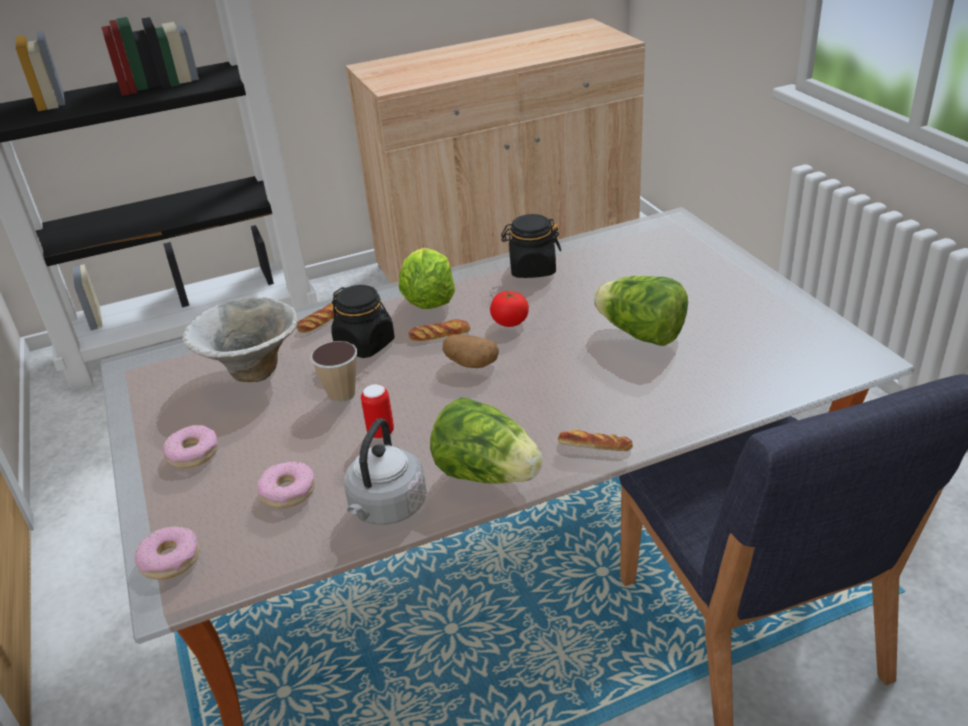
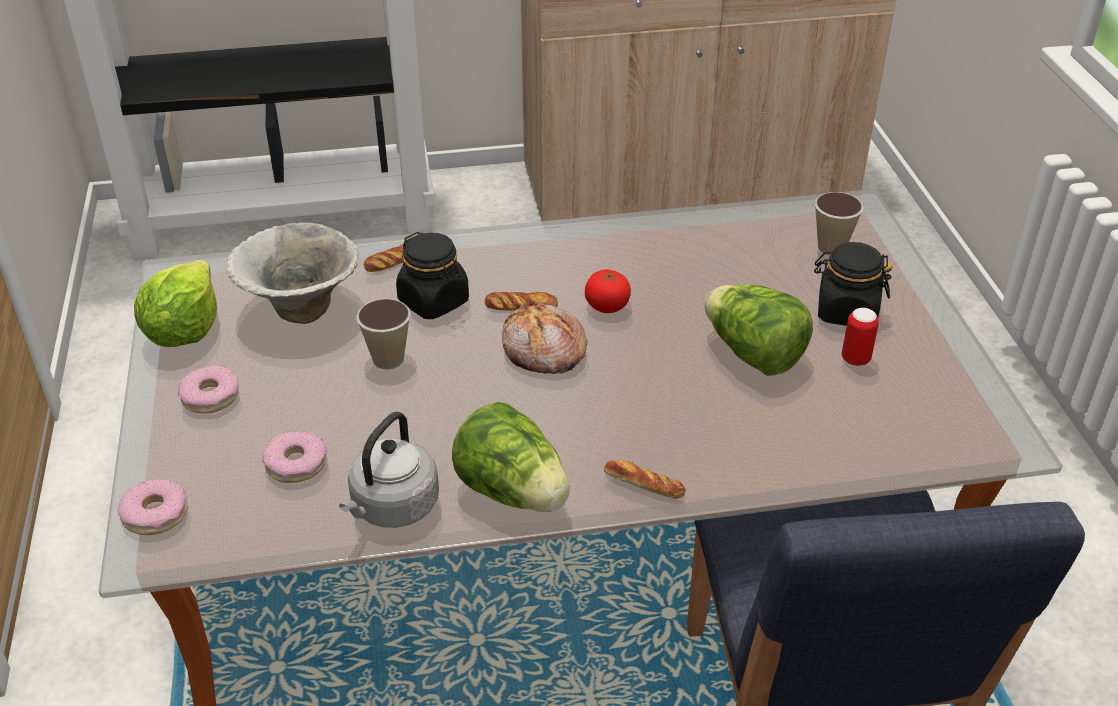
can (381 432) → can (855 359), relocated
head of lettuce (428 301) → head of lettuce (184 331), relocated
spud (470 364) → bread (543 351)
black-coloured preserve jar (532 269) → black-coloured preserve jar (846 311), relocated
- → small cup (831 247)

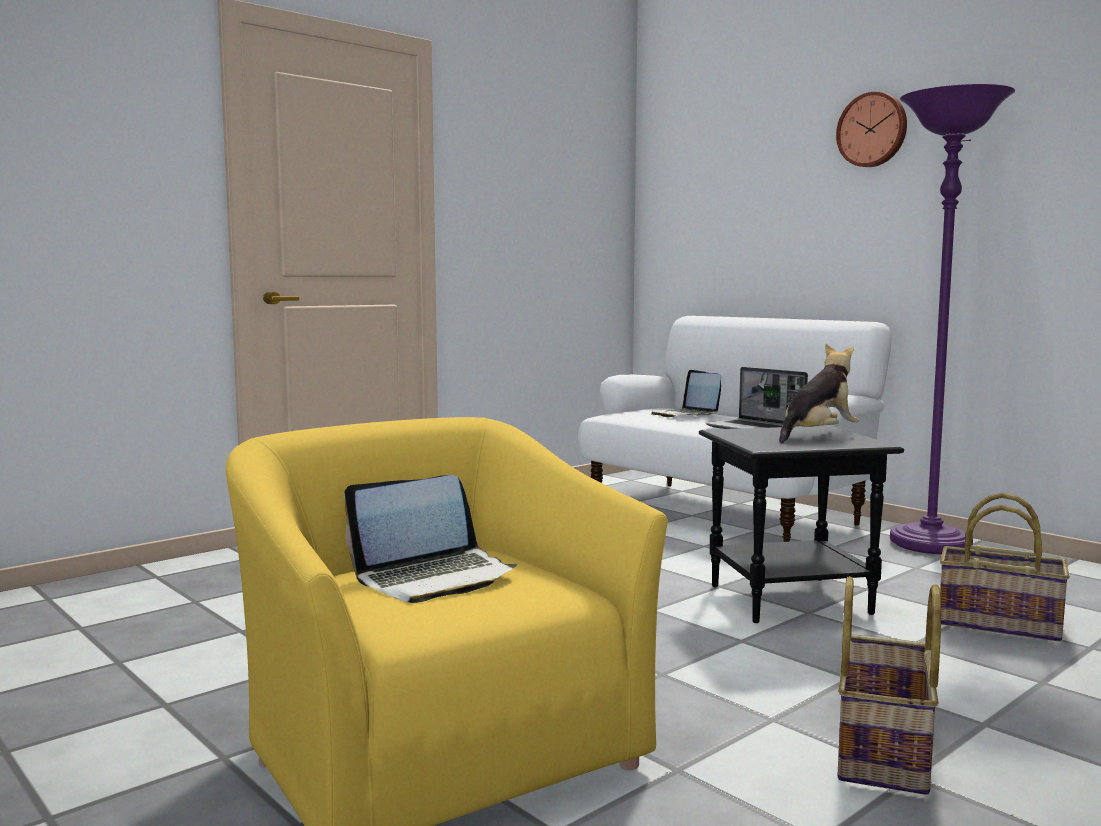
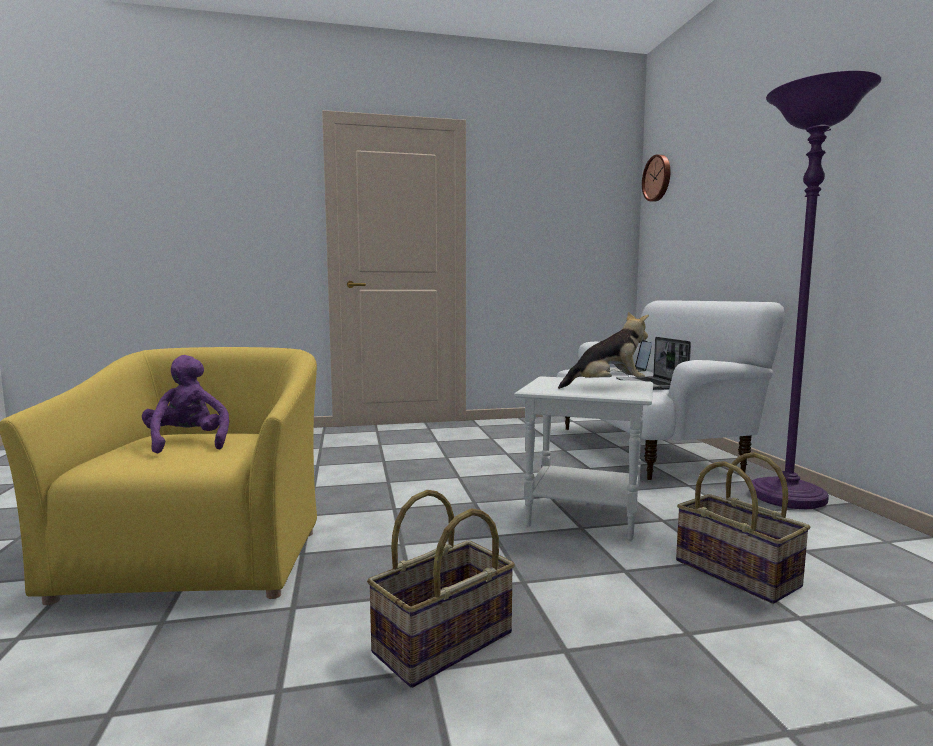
portable computer (434 577) → purplish soft toy (188 443)
black-coloured accent table (787 600) → white-coloured accent table (582 515)
clock on the wall (873 130) → clock on the wall (658 178), relocated

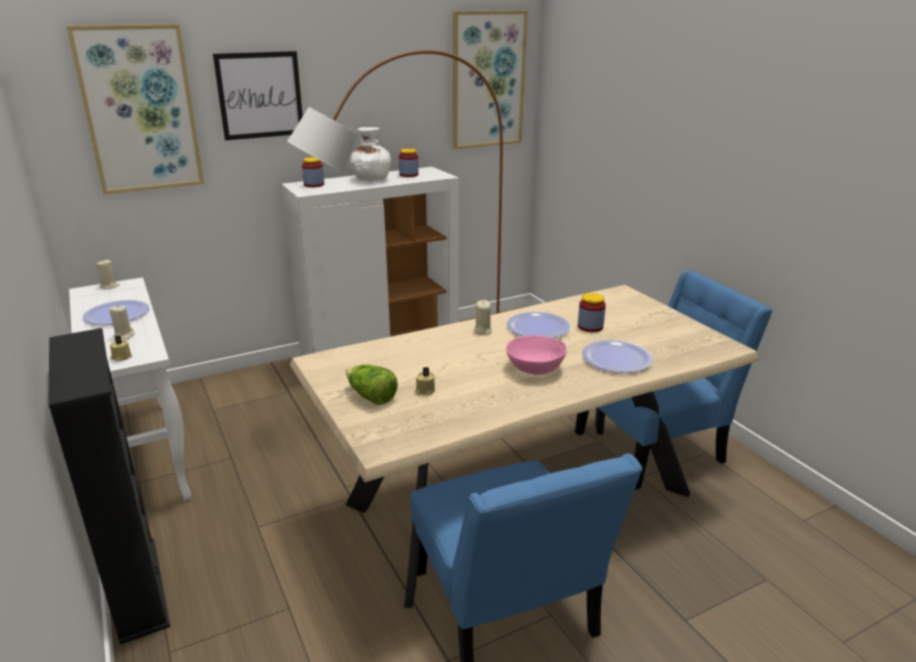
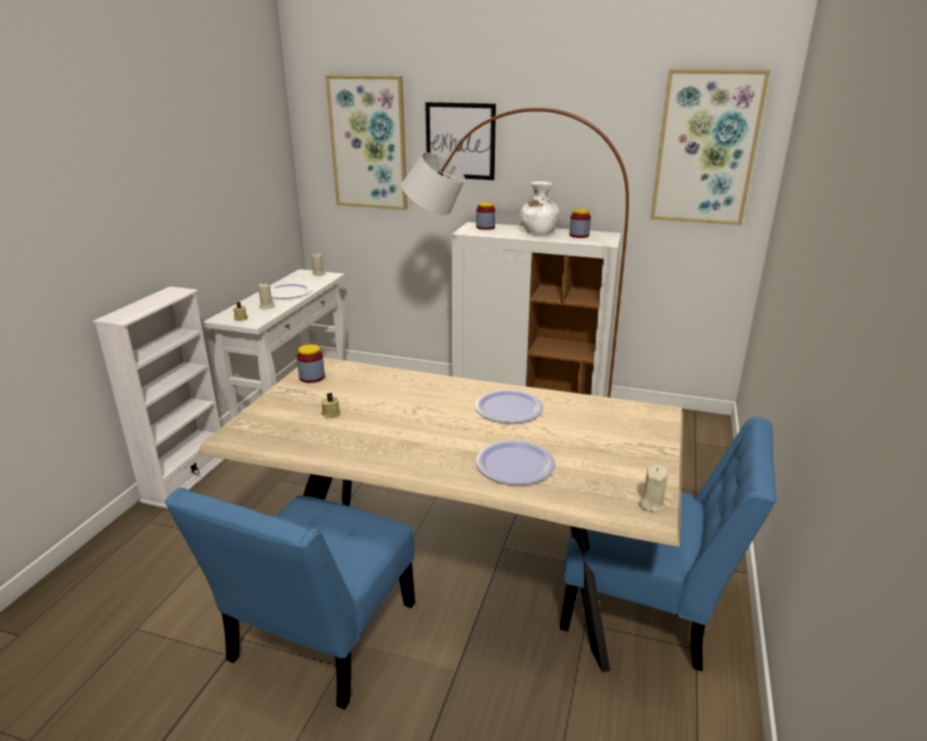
black-coloured bookcase (138 588) → white-coloured bookcase (186 478)
head of lettuce (371 396) → -
beige-coloured wax light (482 331) → beige-coloured wax light (651 504), relocated
pink bowl (534 368) → -
preserve jar (590 327) → preserve jar (312 377), relocated

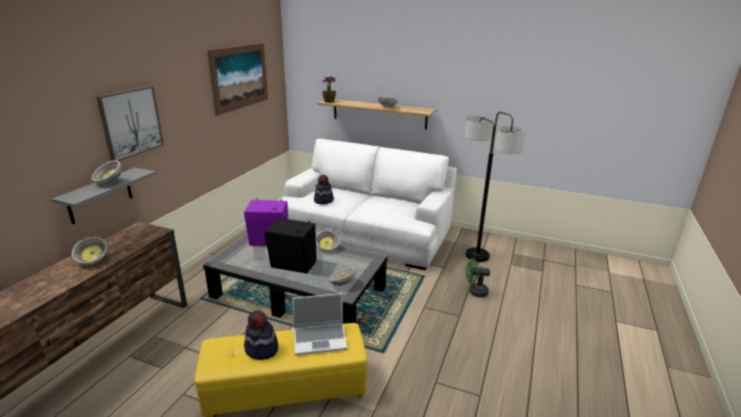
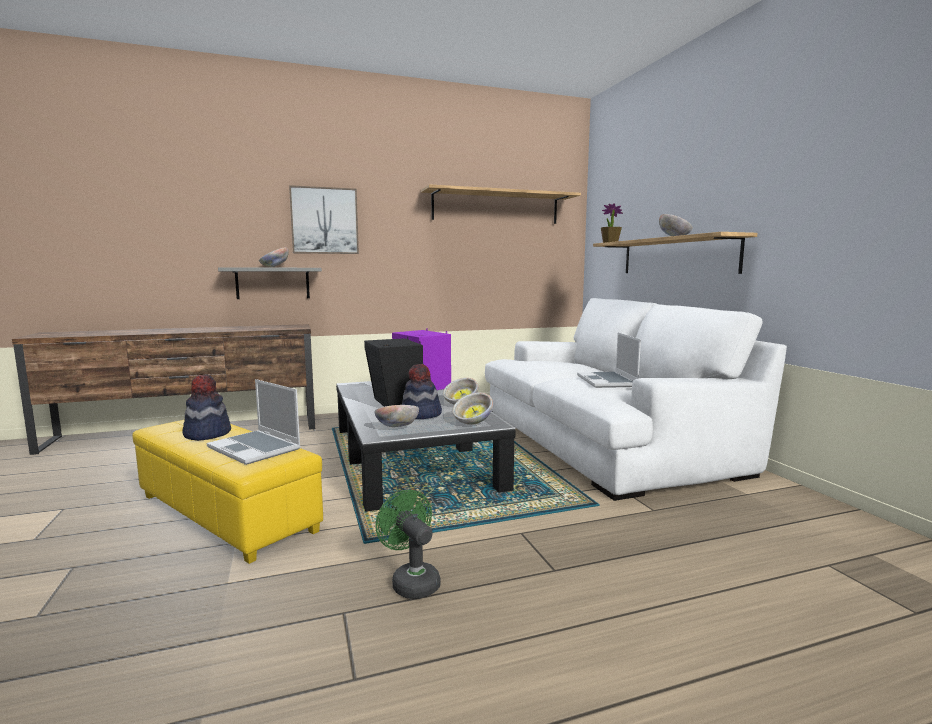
bowl (93 261) → bowl (473 422), relocated
wall picture (240 77) → bracket shelf (496 207)
hat (324 200) → hat (421 415), relocated
standing lamp (477 255) → -
greenish electric fan (475 292) → greenish electric fan (411 581), relocated
- → portable computer (608 381)

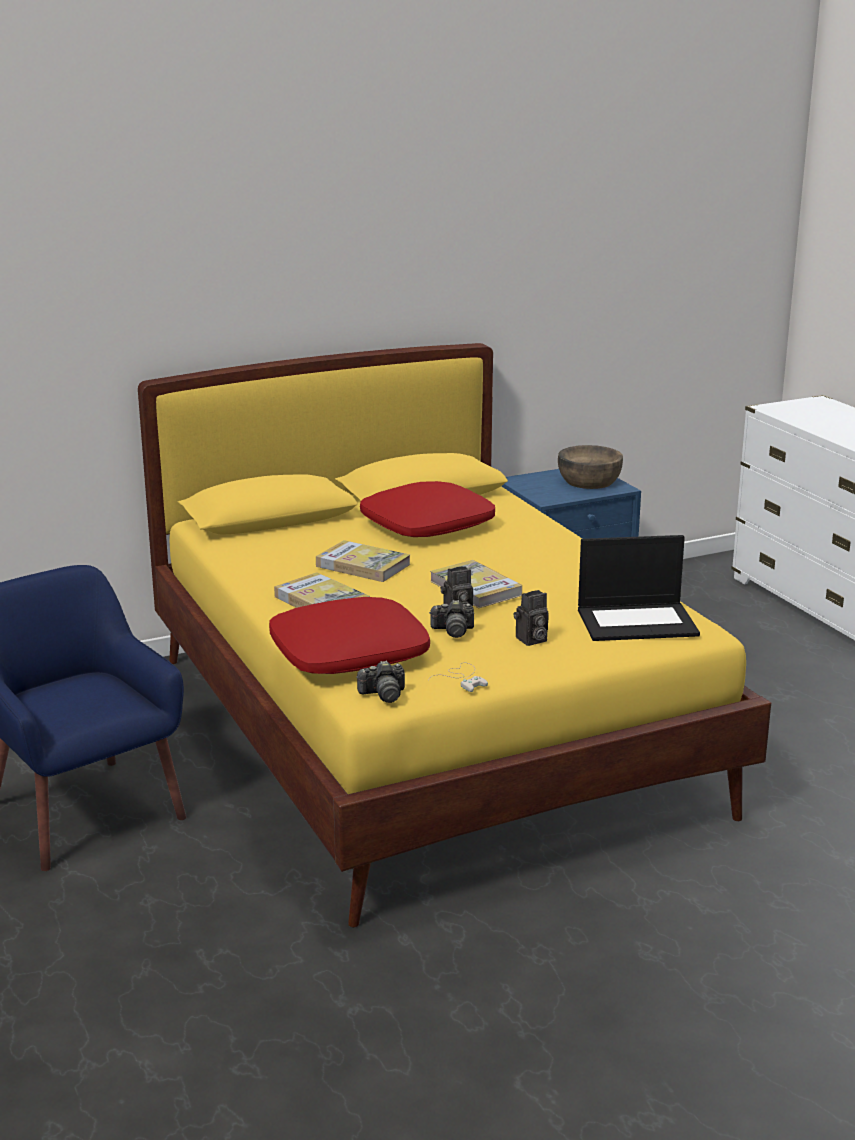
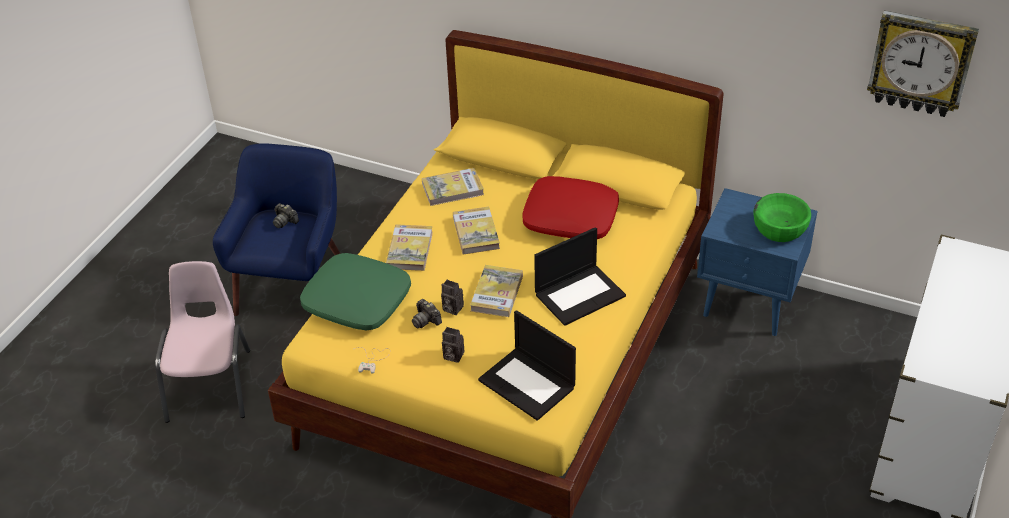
red throw pillow (349 653) → greenish throw pillow (358 301)
still camera (383 694) → still camera (285 221), relocated
brown bowl (589 481) → greenish bowl (779 229)
- → pink plain chair (210 385)
- → bound book (452 189)
- → portable computer (580 294)
- → clock on the wall (921 63)

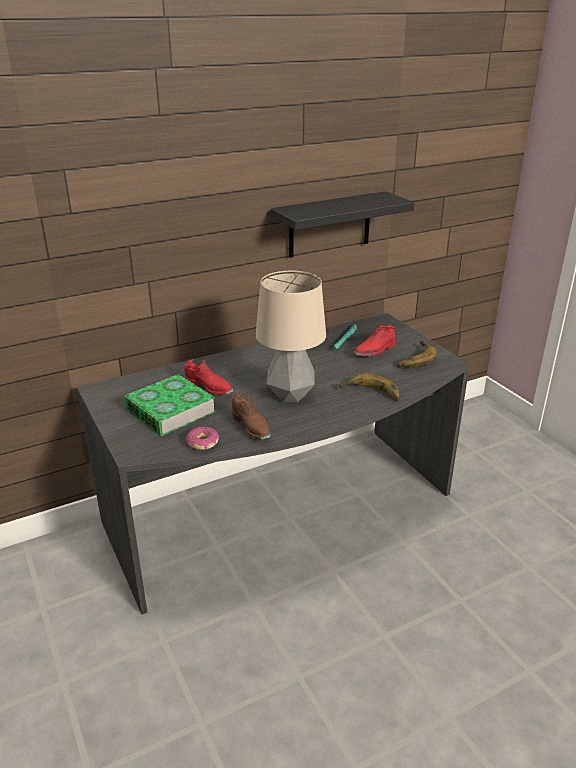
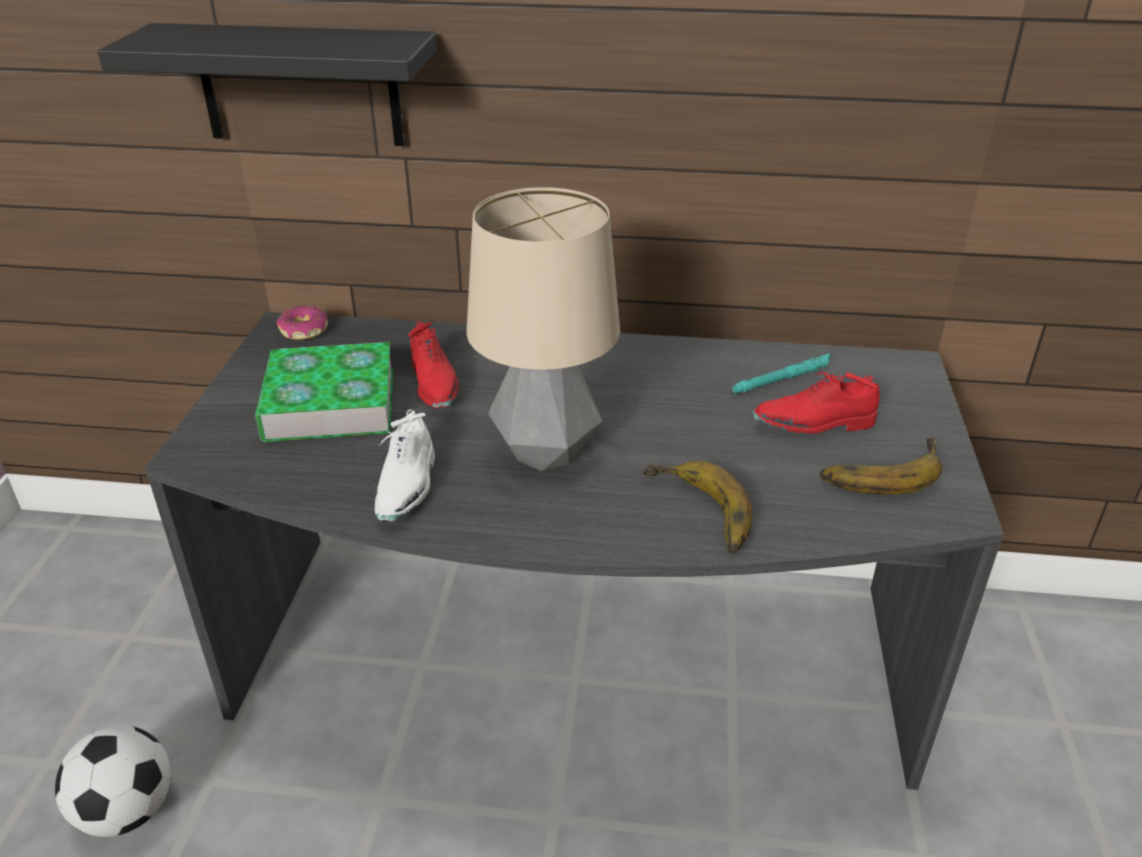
ring doughnut (203 443) → ring doughnut (304 331), relocated
brown shoe (251 427) → white-coloured shoe (407 487)
black-coloured bracket shelf (329 225) → black-coloured bracket shelf (300 85), relocated
- → football (127 810)

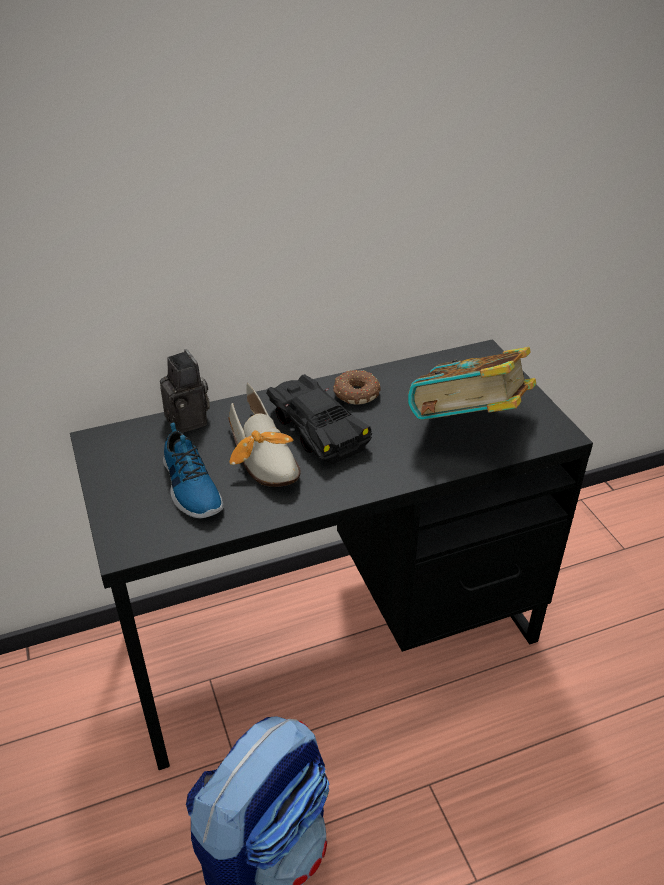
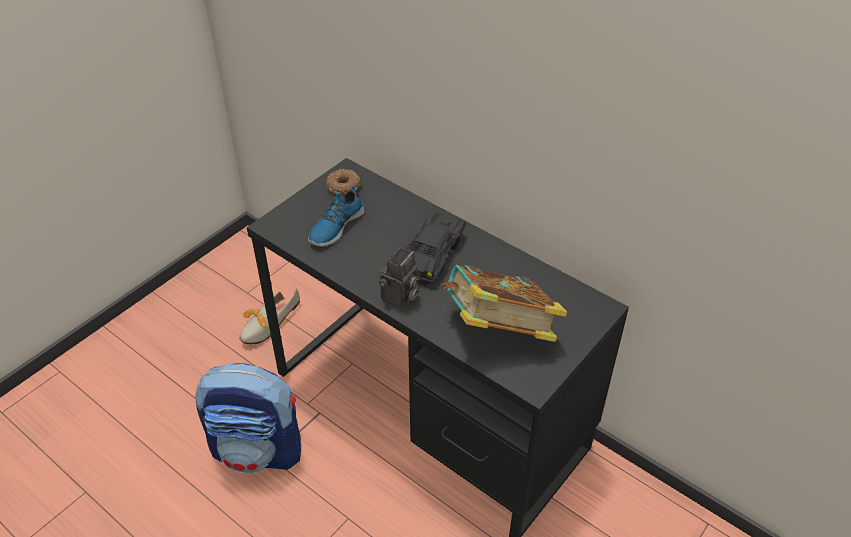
still camera (190 421) → still camera (400 298), relocated
shoe (265 458) → shoe (266 325), relocated
ring doughnut (355 394) → ring doughnut (343 186), relocated

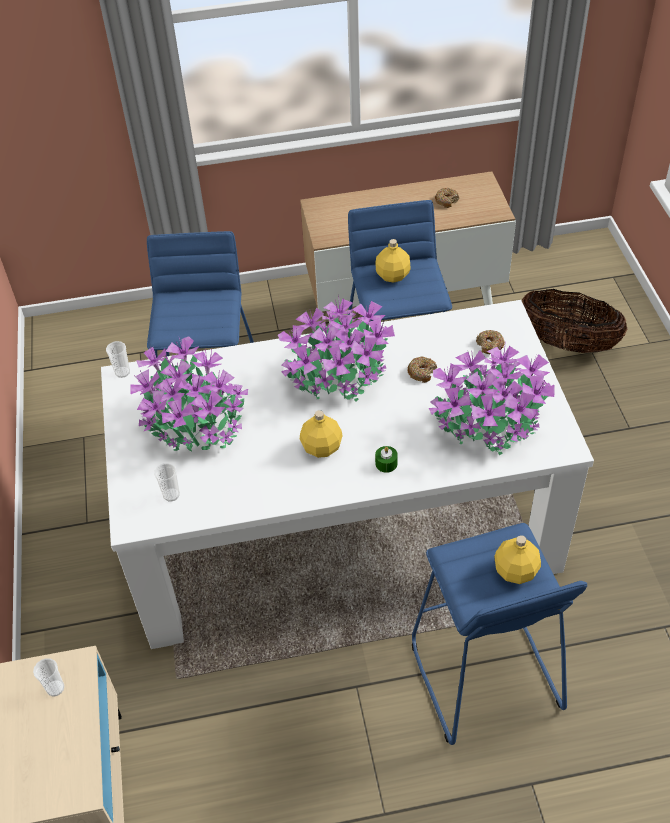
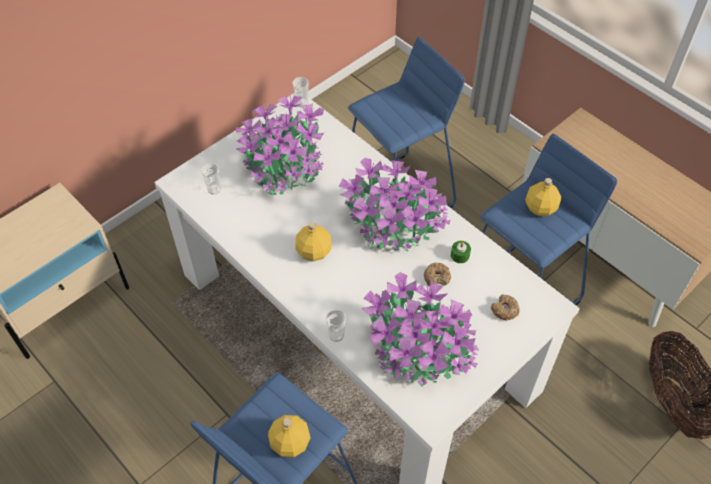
small cup (55 688) → small cup (336 335), relocated
greenish wax light (386 463) → greenish wax light (460 255), relocated
ring doughnut (446 200) → -

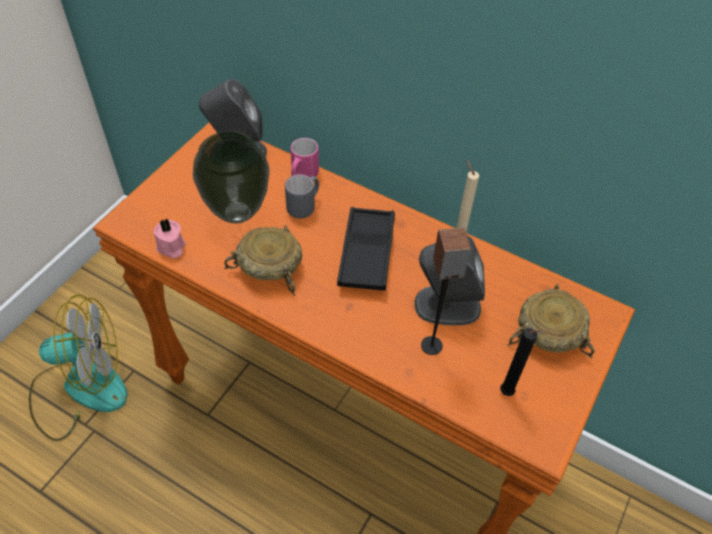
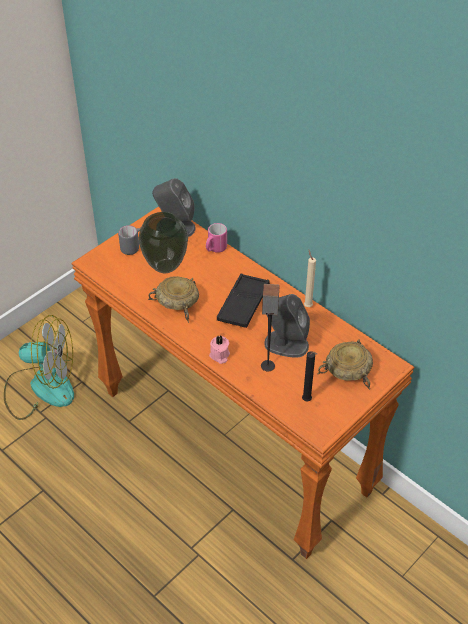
pink wax light (171 248) → pink wax light (219 356), relocated
greyish coffee mug (304 206) → greyish coffee mug (133 248), relocated

